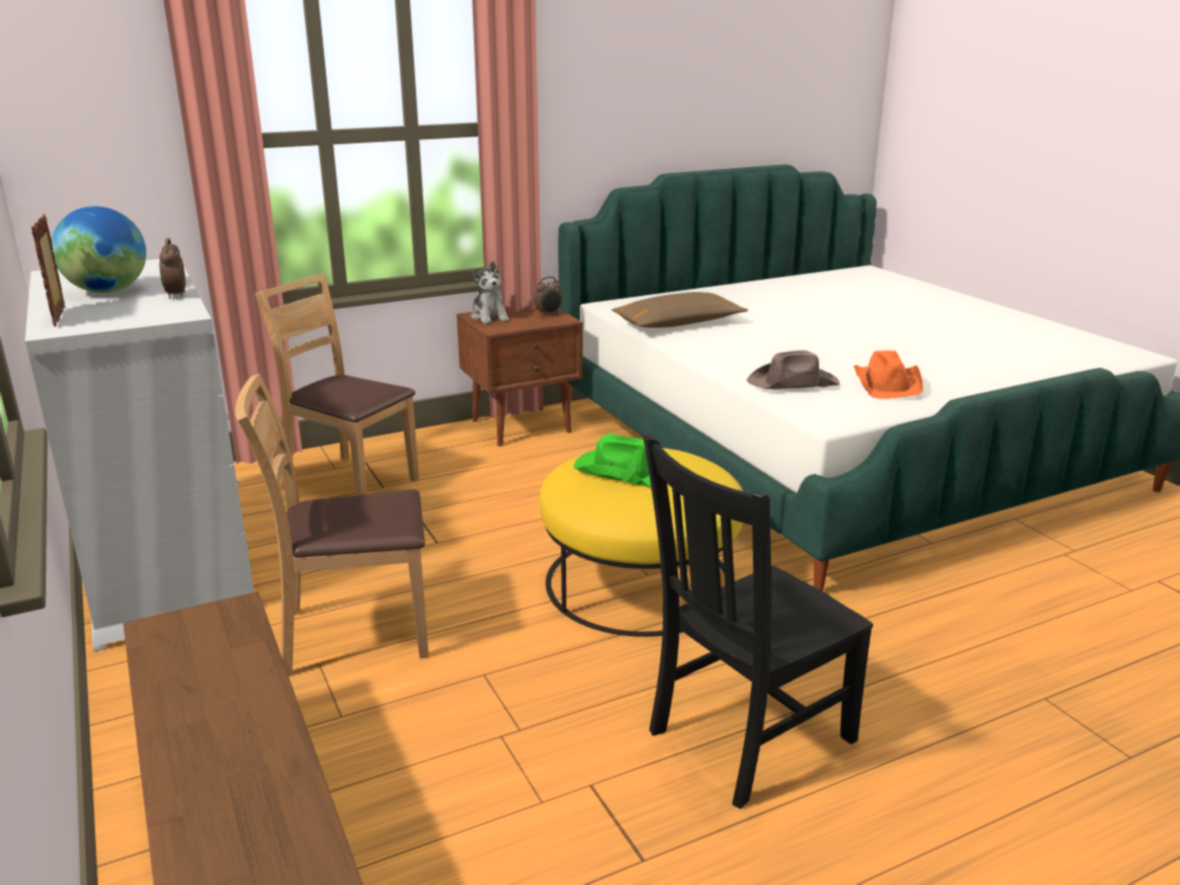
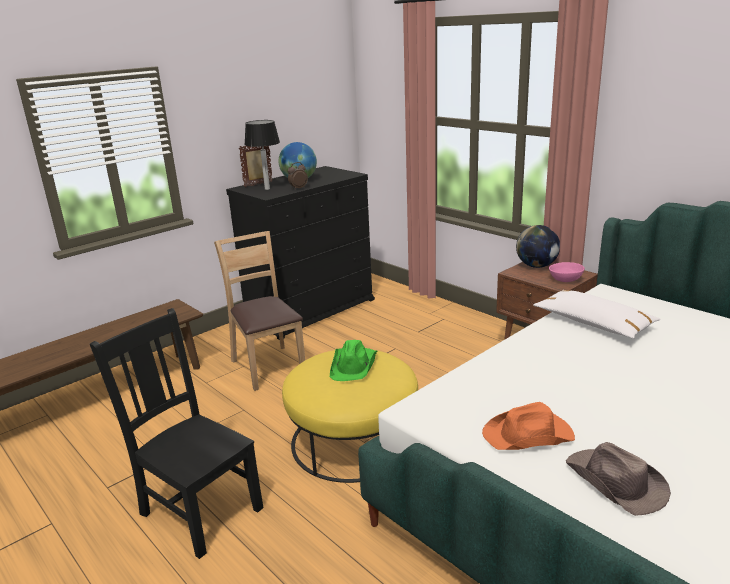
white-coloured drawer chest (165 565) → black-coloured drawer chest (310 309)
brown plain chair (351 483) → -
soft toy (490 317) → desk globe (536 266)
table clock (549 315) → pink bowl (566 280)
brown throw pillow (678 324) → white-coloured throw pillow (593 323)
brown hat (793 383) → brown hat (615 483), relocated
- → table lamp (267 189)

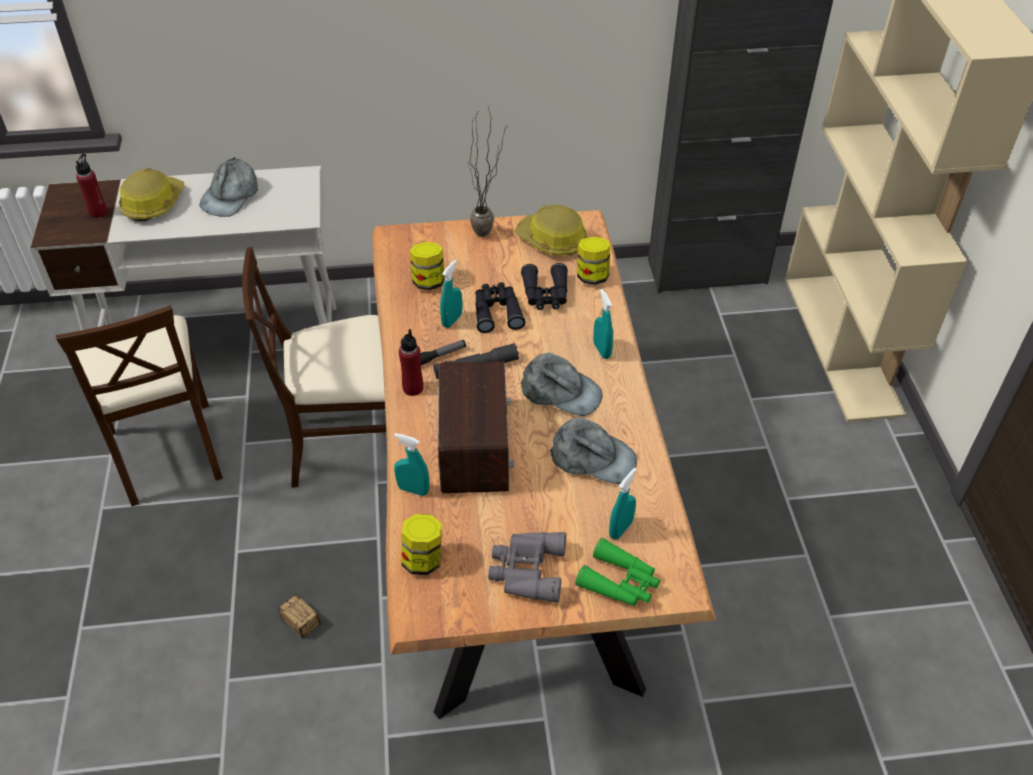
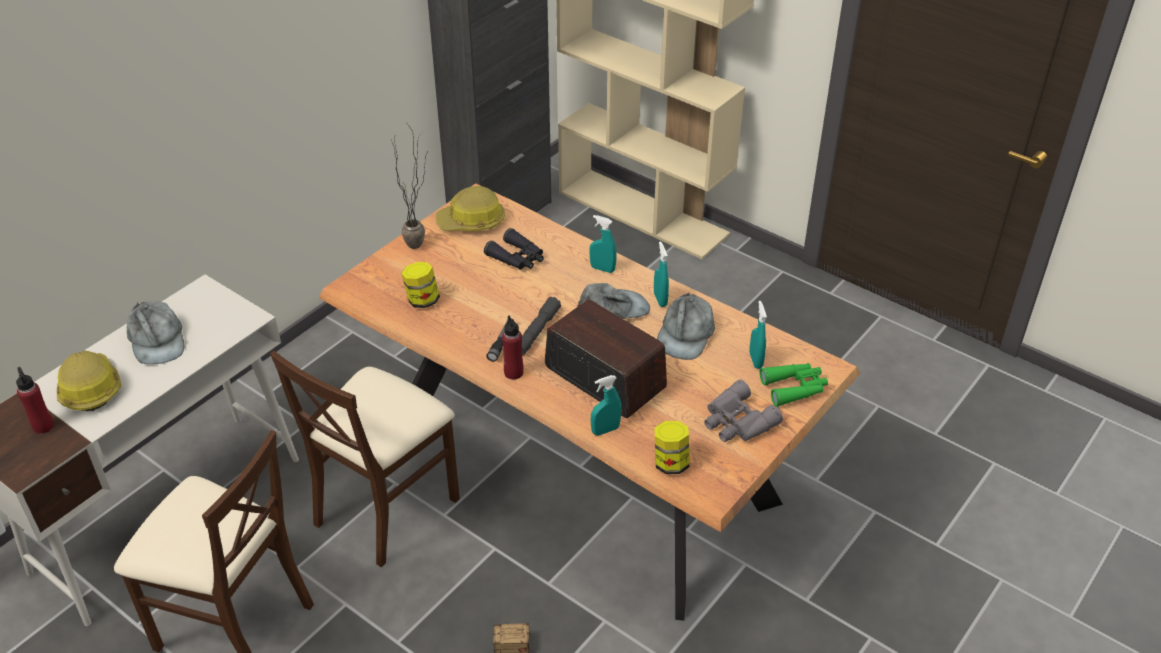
blue-green sprayer (452 320) → blue-green sprayer (660 299), relocated
black-coloured pair of binoculars (497 312) → -
greyish cap (592 458) → greyish cap (685 334), 135 degrees clockwise
preserve jar (592 276) → -

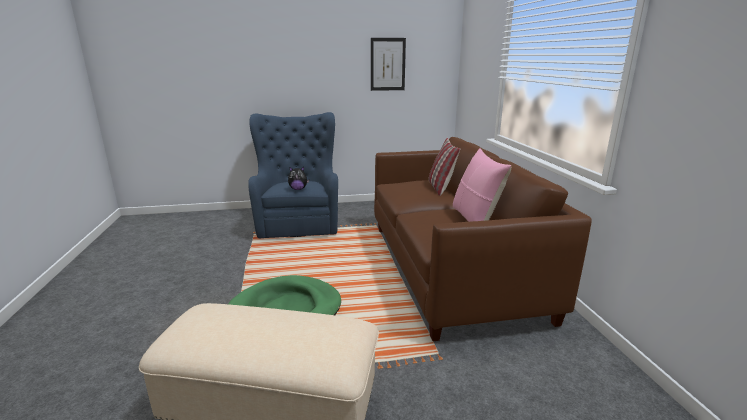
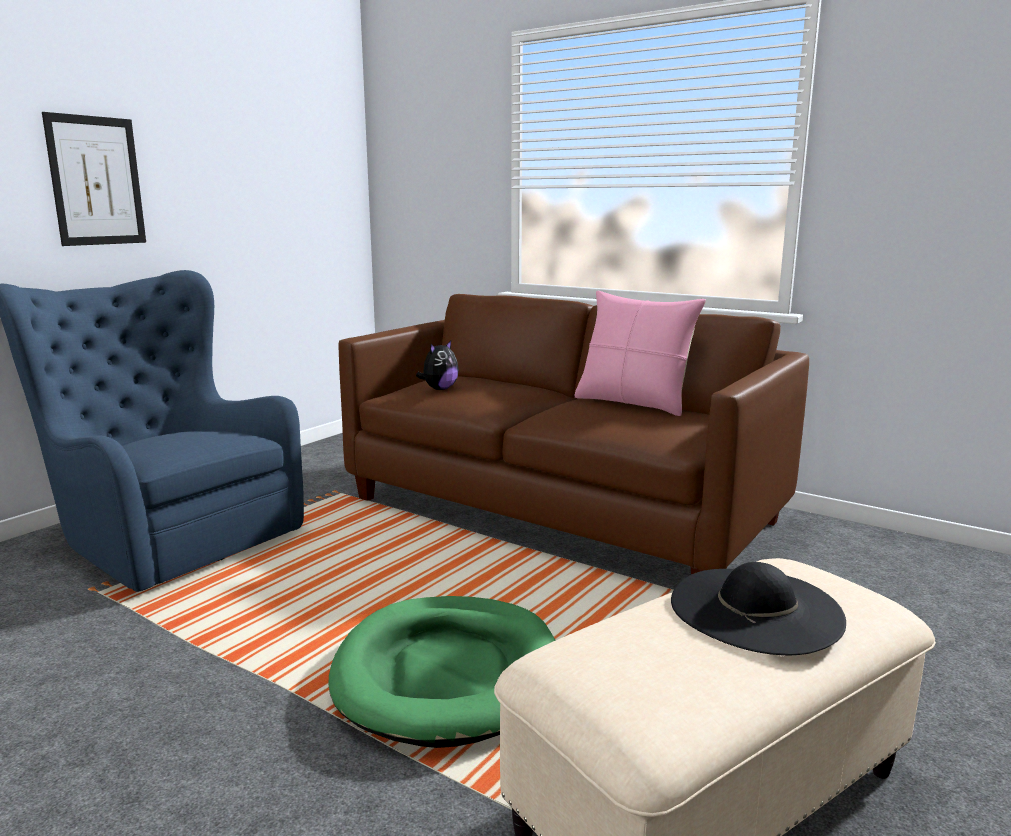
soft toy (298 189) → soft toy (439 389), relocated
wall picture (387 64) → wall picture (96 181), relocated
throw pillow (440 188) → -
- → black-coloured hat (756 609)

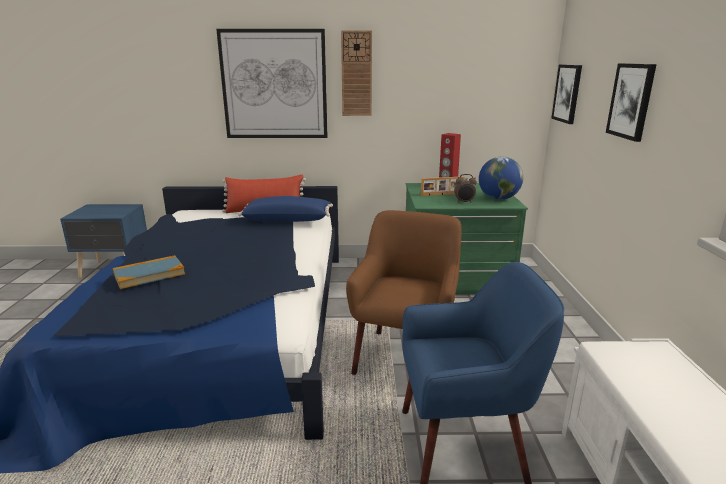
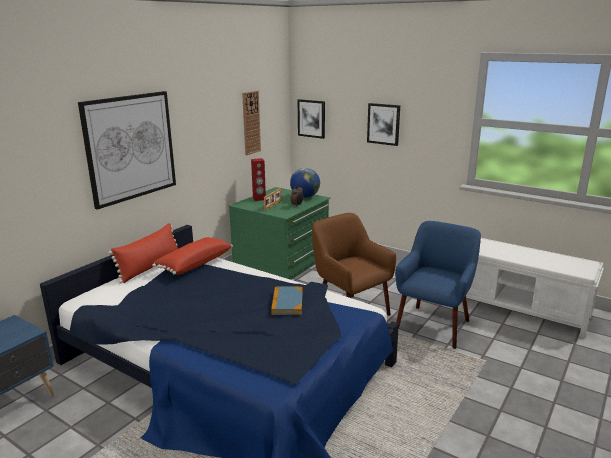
bound book (149 274) → bound book (287 303), relocated
bluish throw pillow (287 220) → red throw pillow (194 264)
clock on the wall (356 74) → clock on the wall (251 123), relocated

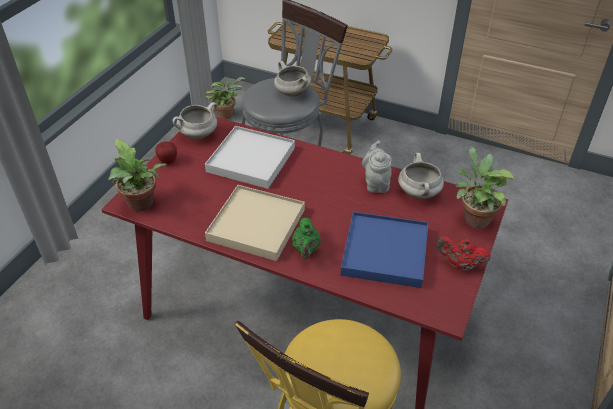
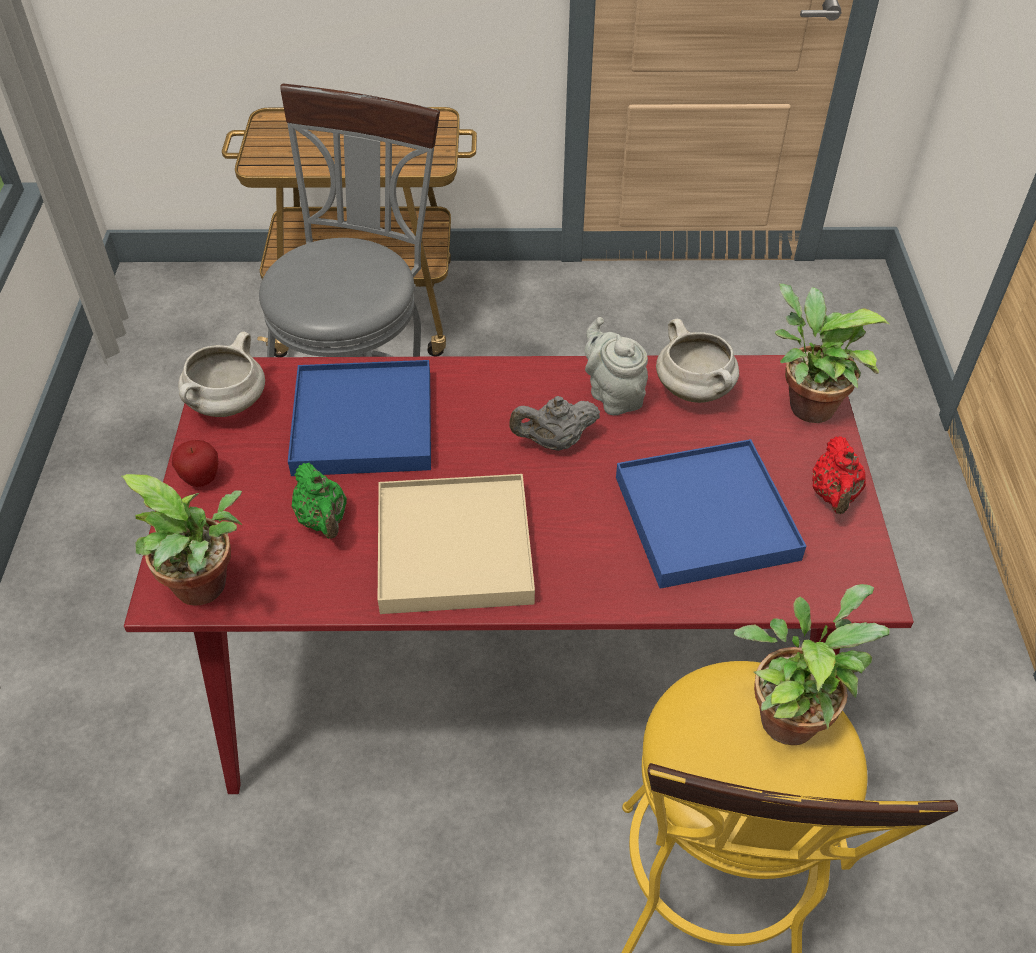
white-coloured serving tray (251 160) → bluish serving tray (363 423)
potted plant (226 114) → potted plant (789 713), relocated
white-coloured saucepot (292 93) → -
greenish tea pot (306 249) → greenish tea pot (323 520), relocated
red tea pot (459 264) → red tea pot (834 496), 75 degrees counterclockwise
- → greyish tea pot (554 442)

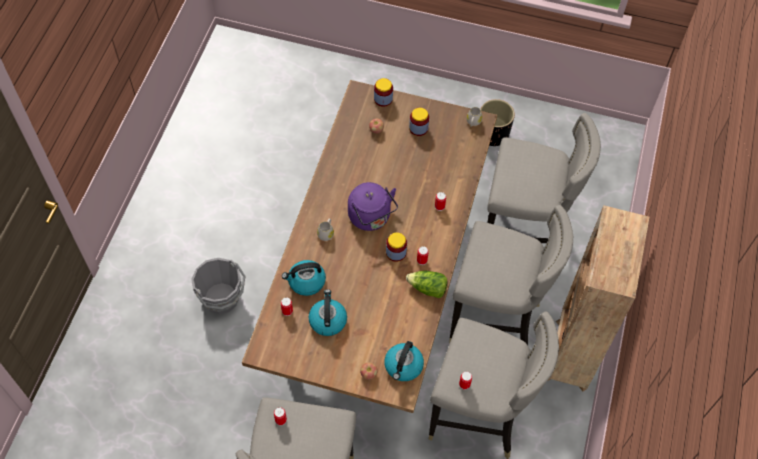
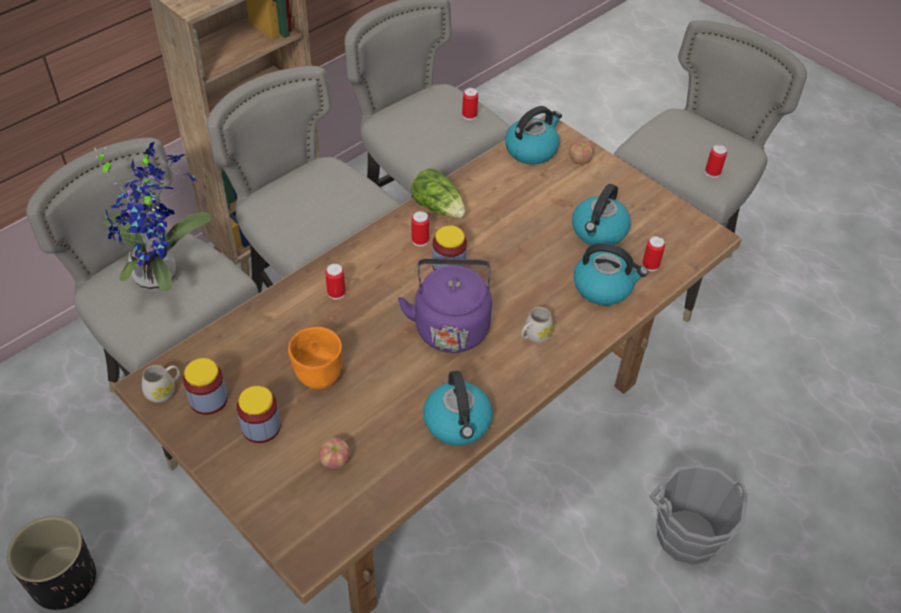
preserve jar (383 99) → preserve jar (208 399), relocated
- → potted plant (160 273)
- → orange-coloured bowl (317 375)
- → tea kettle (458 423)

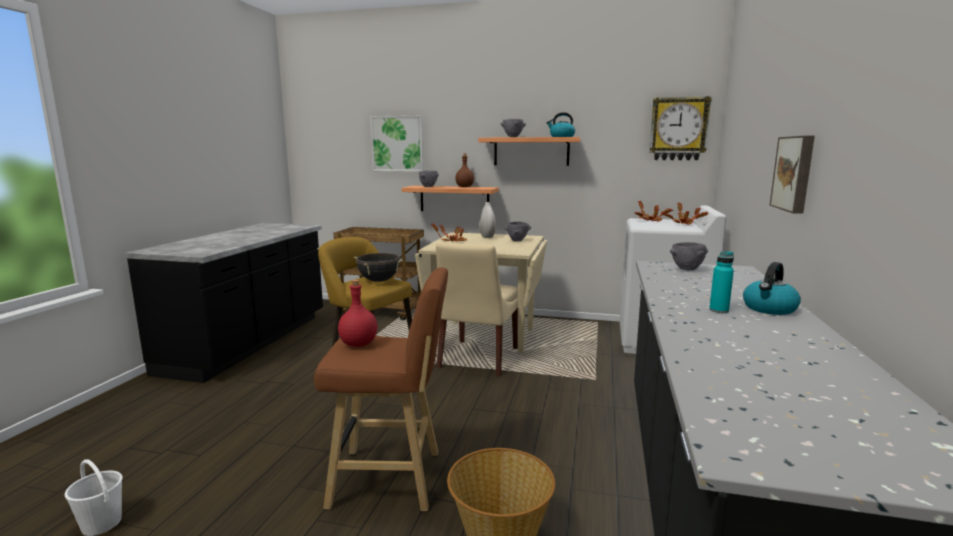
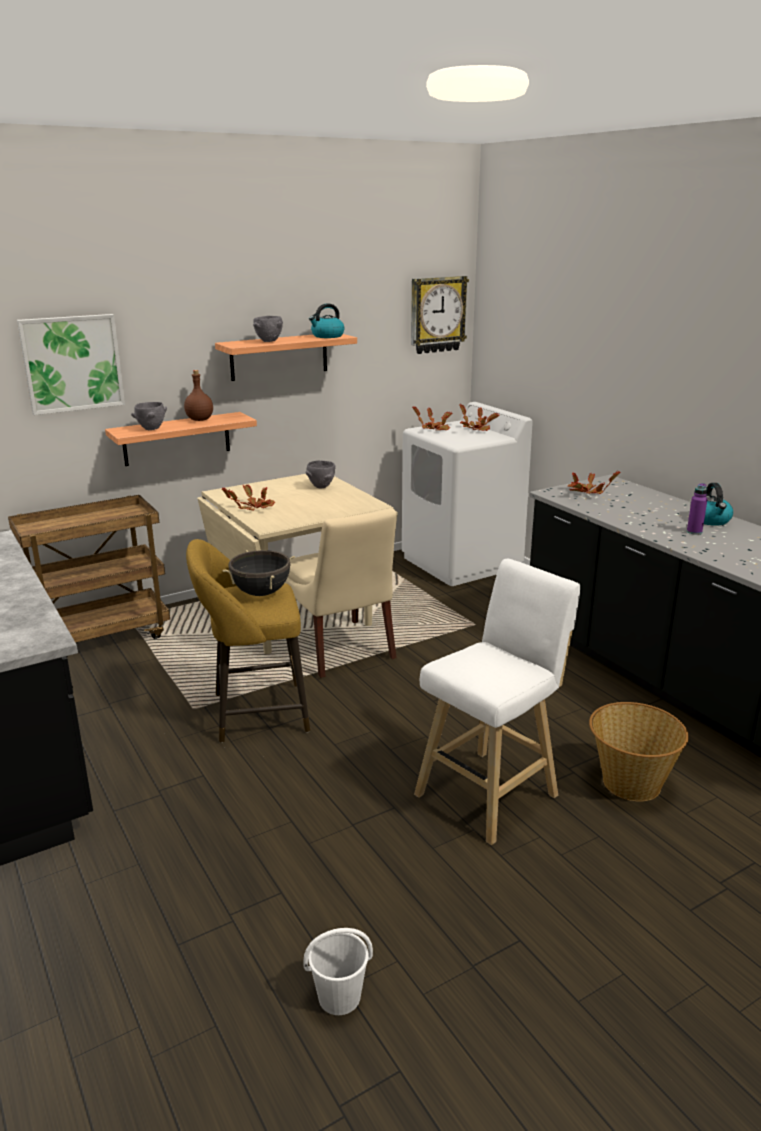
brown sitting stool (392 479) → white-coloured sitting stool (491 793)
red beverage bottle (359 344) → -
white-coloured vase (487 237) → -
greyish bowl (687 270) → potted plant (587 493)
blue-green beverage bottle (719 310) → purplish beverage bottle (694 532)
wall picture (795 173) → -

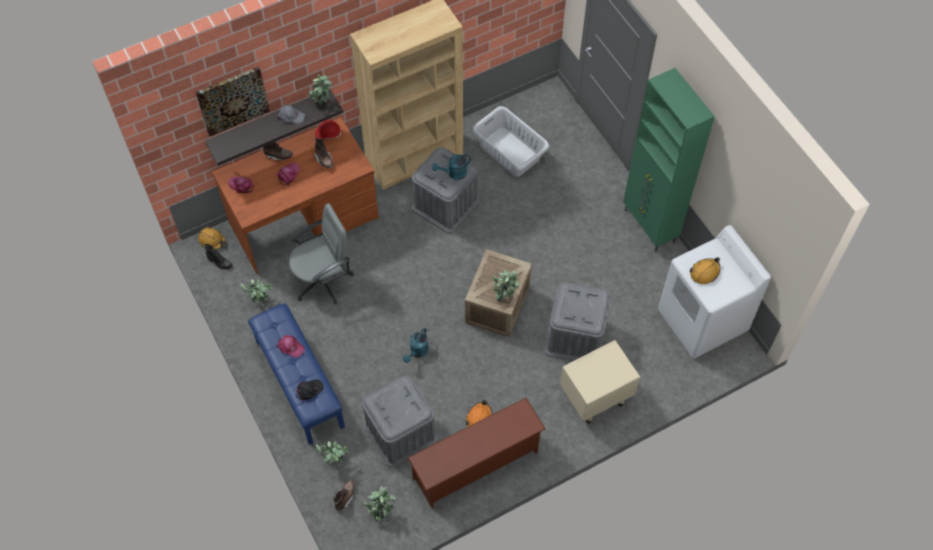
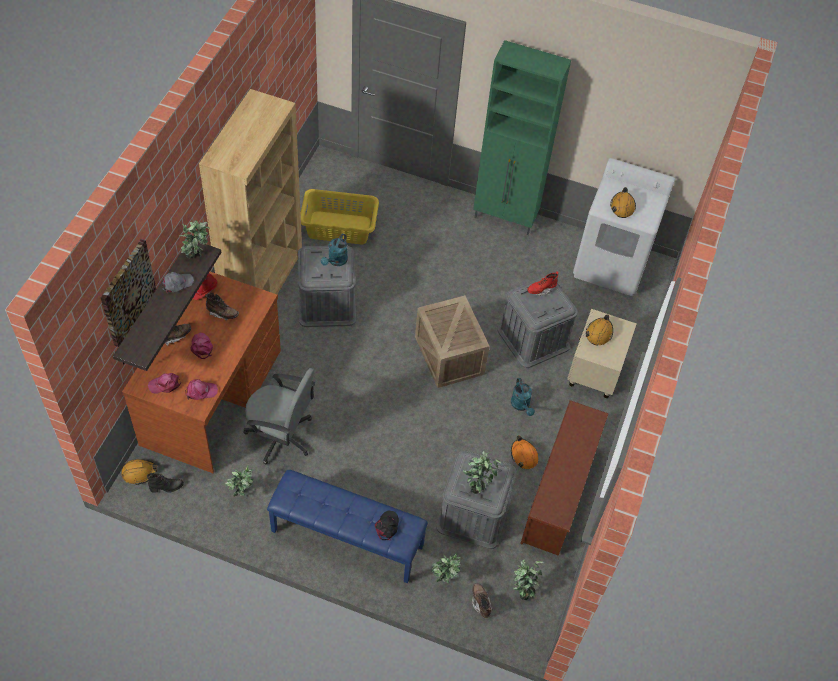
pink cap (290 347) → pink cap (200 391), relocated
greyish office chair (323 280) → greyish office chair (281 436), 90 degrees clockwise
blue-green watering can (417 352) → blue-green watering can (521 405), relocated
greyish washing basket (510 151) → yellow-coloured washing basket (339 227)
potted plant (505 297) → potted plant (478 485), relocated
- → red high-top boot (541 289)
- → orange-coloured work helmet (599 333)

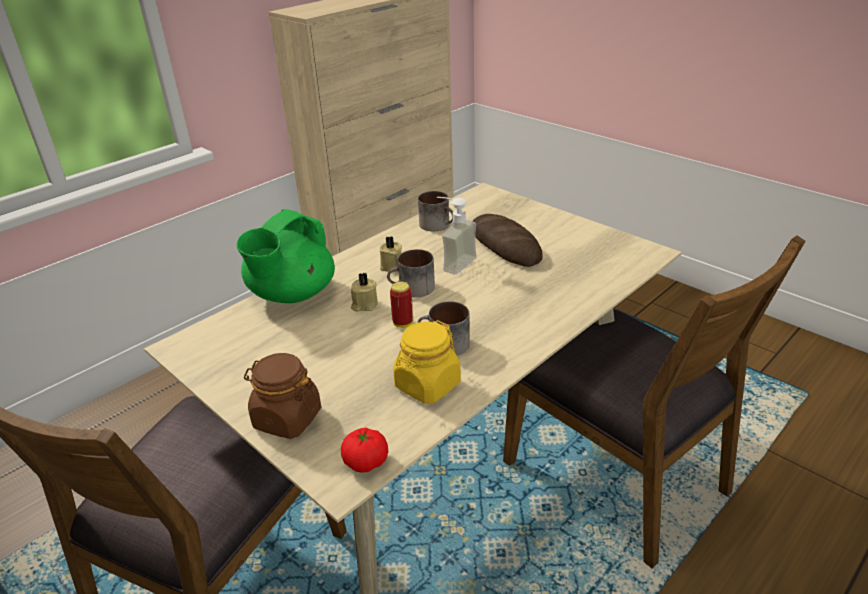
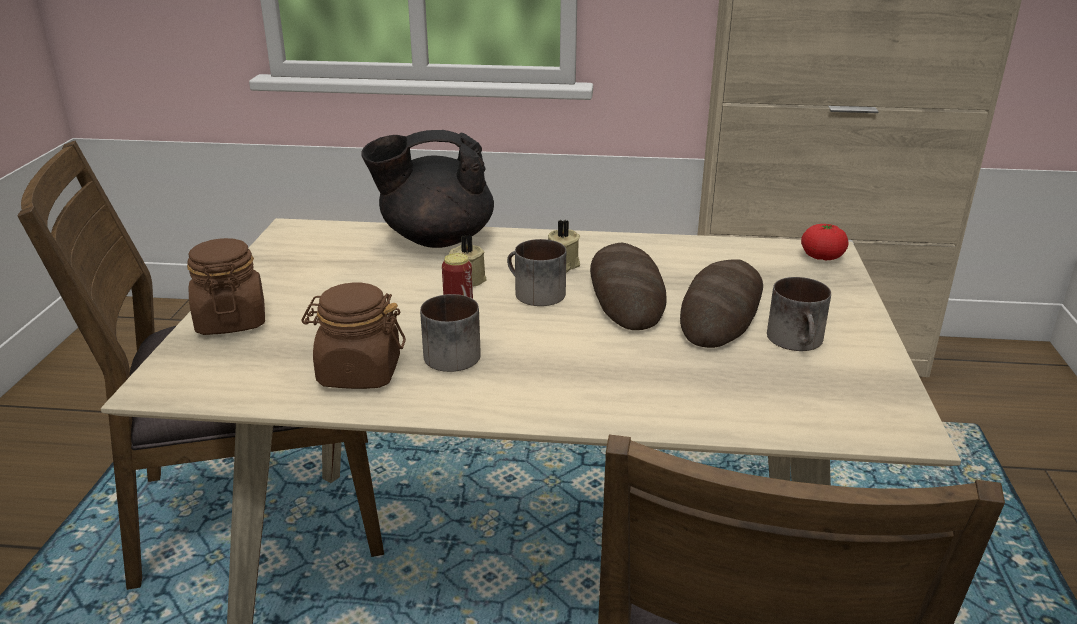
greenish tea pot (291 294) → black-coloured tea pot (435 239)
tomato (366 462) → tomato (822 257), relocated
yellow-coloured preserve jar (427 385) → brown preserve jar (359 373)
coffee mug (438 225) → coffee mug (799 341), relocated
soap bottle (453 262) → bread (626 294)

